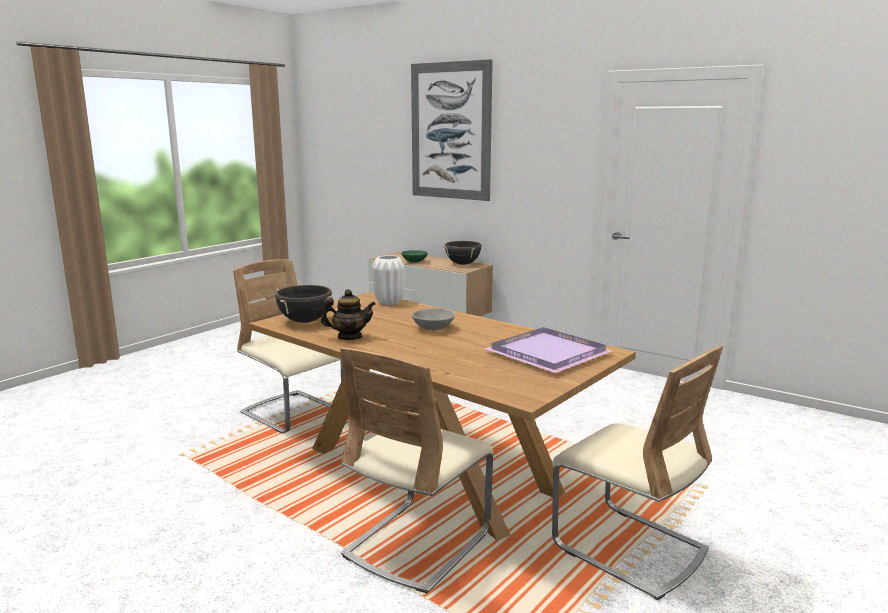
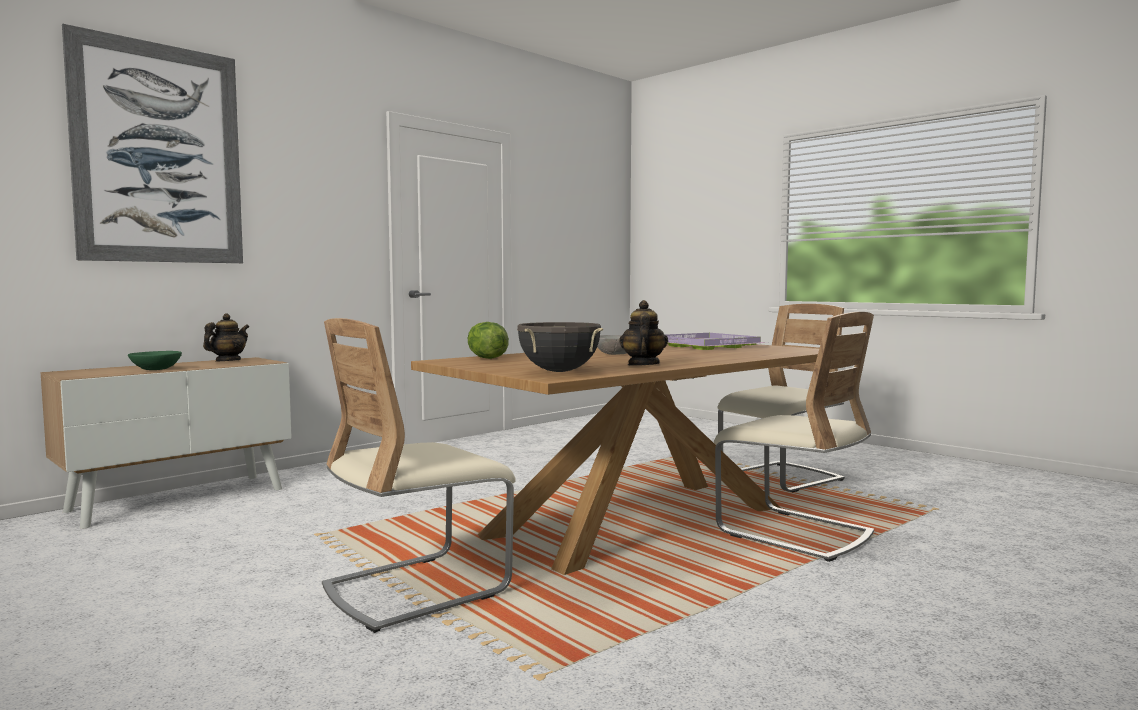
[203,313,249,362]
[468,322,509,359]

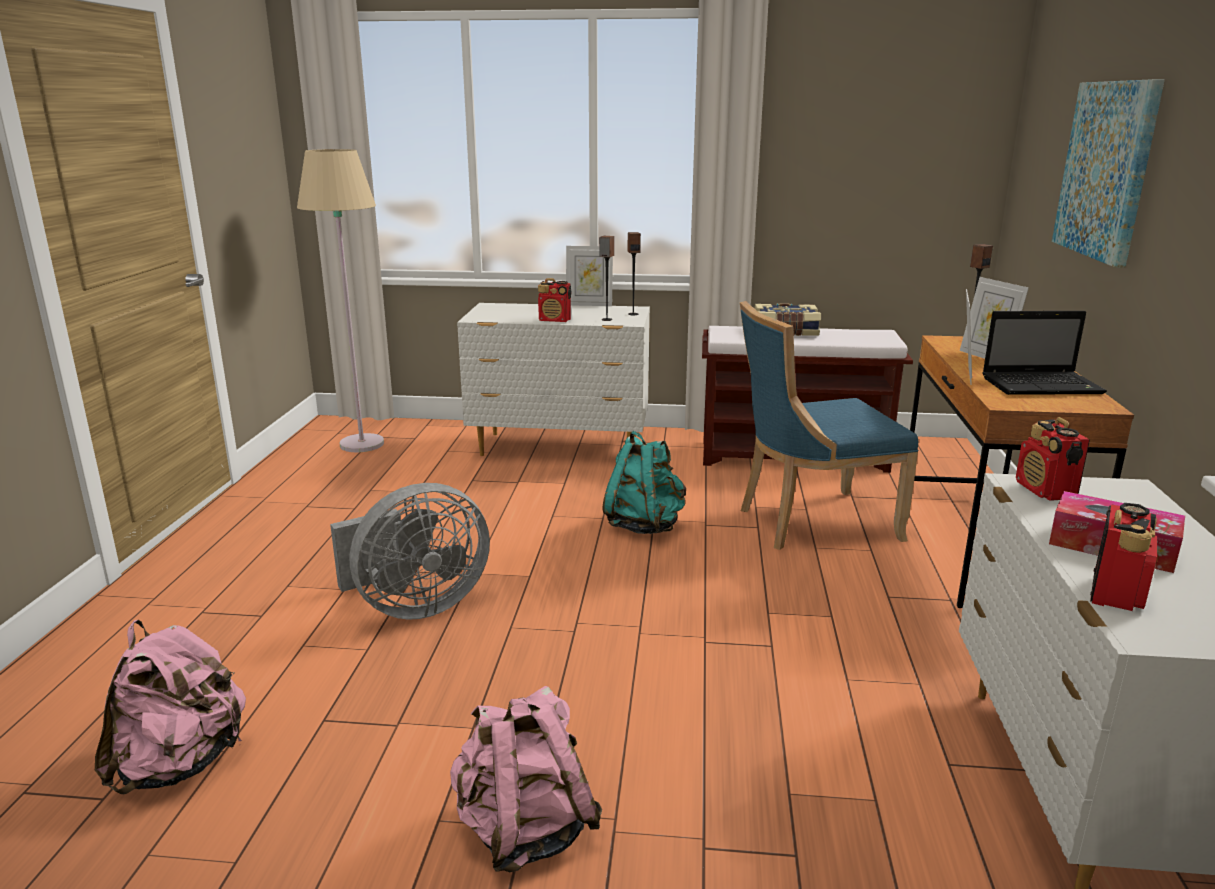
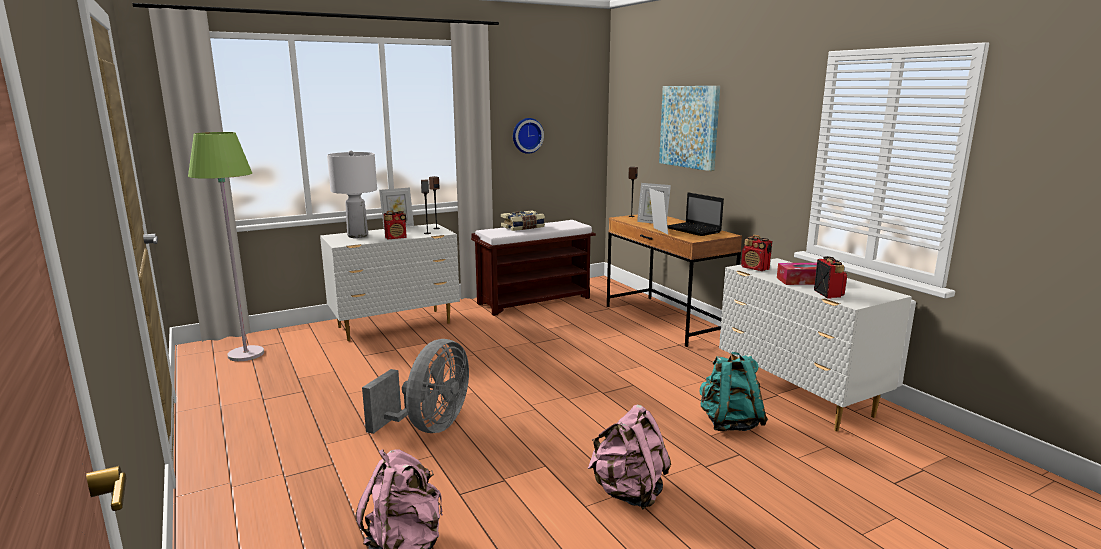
[188,132,264,361]
[327,150,377,238]
[513,118,544,154]
[667,193,724,236]
[700,352,768,431]
[740,301,918,550] (first image)

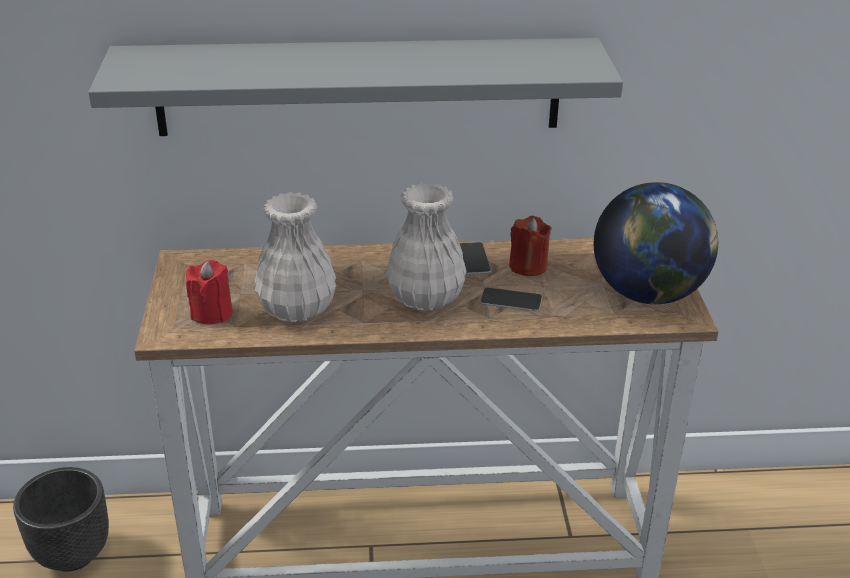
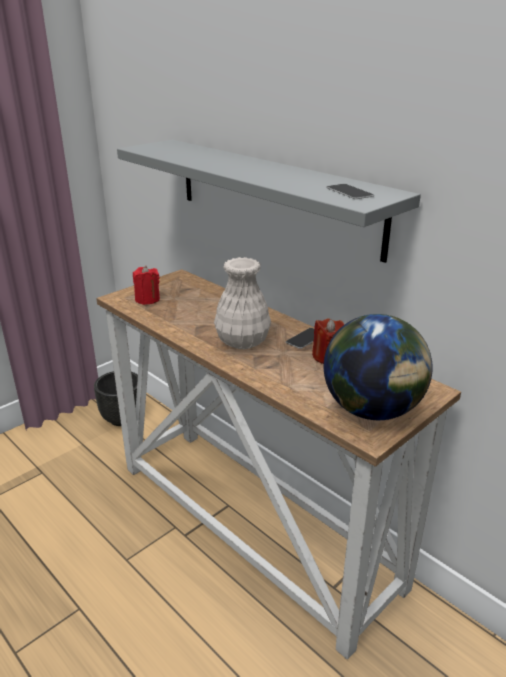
[326,184,374,199]
[254,192,336,322] (first image)

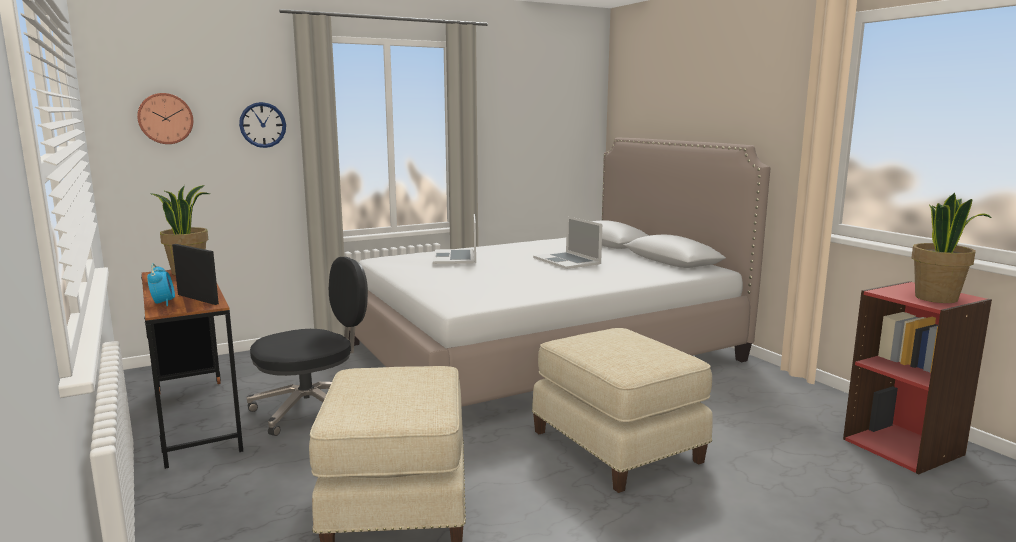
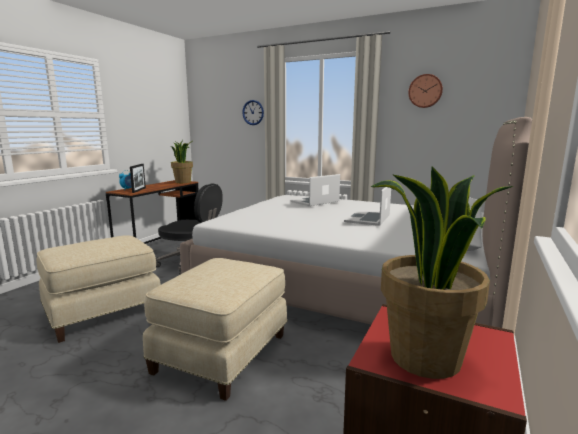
[408,74,443,108]

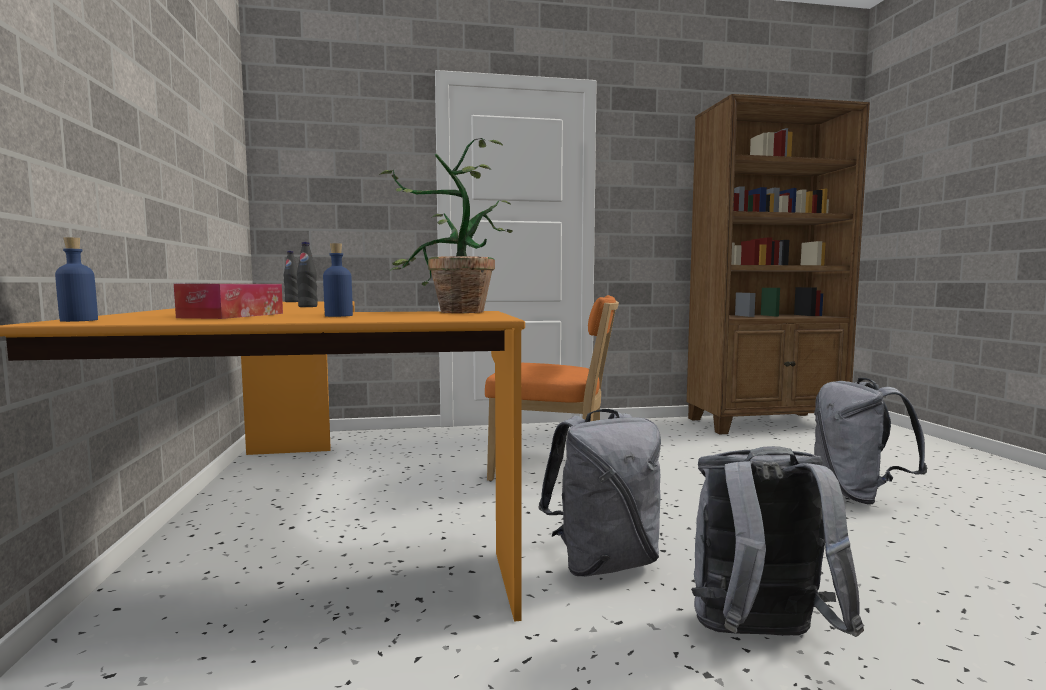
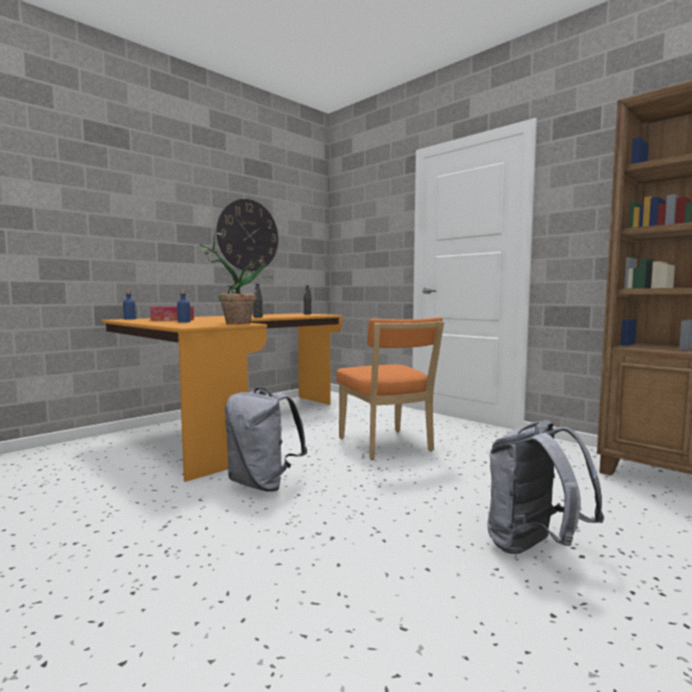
[217,199,278,271]
[691,446,864,637] (first image)

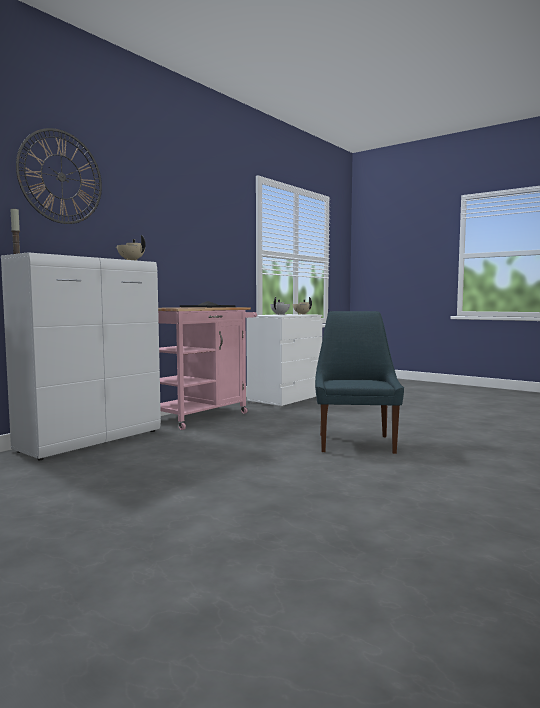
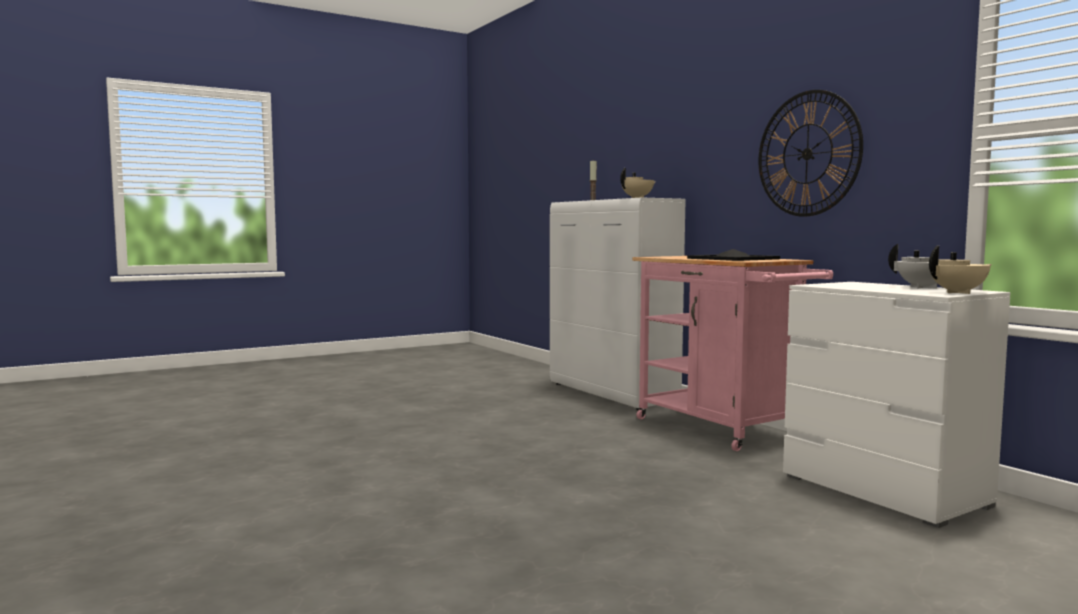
[759,90,863,217]
[315,311,404,454] (first image)

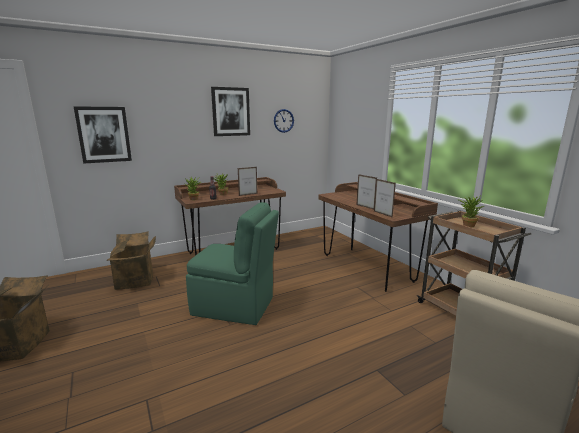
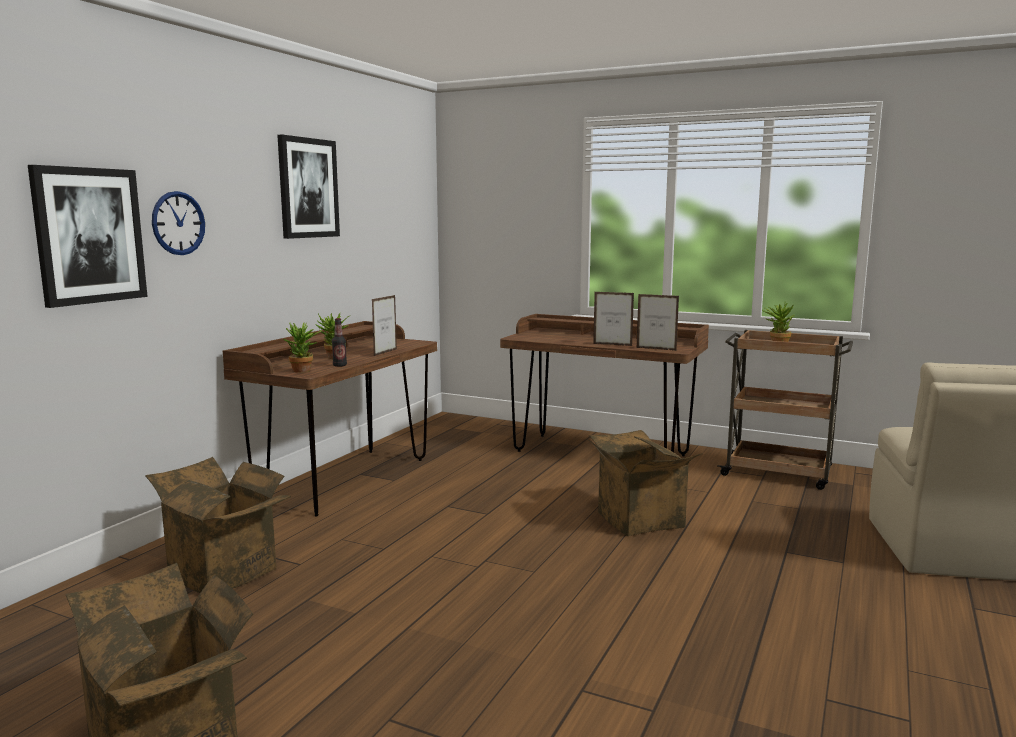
[152,191,205,255]
[587,430,703,536]
[186,202,279,325] (first image)

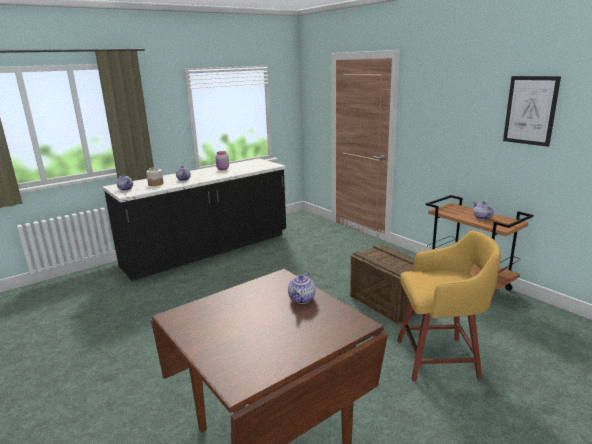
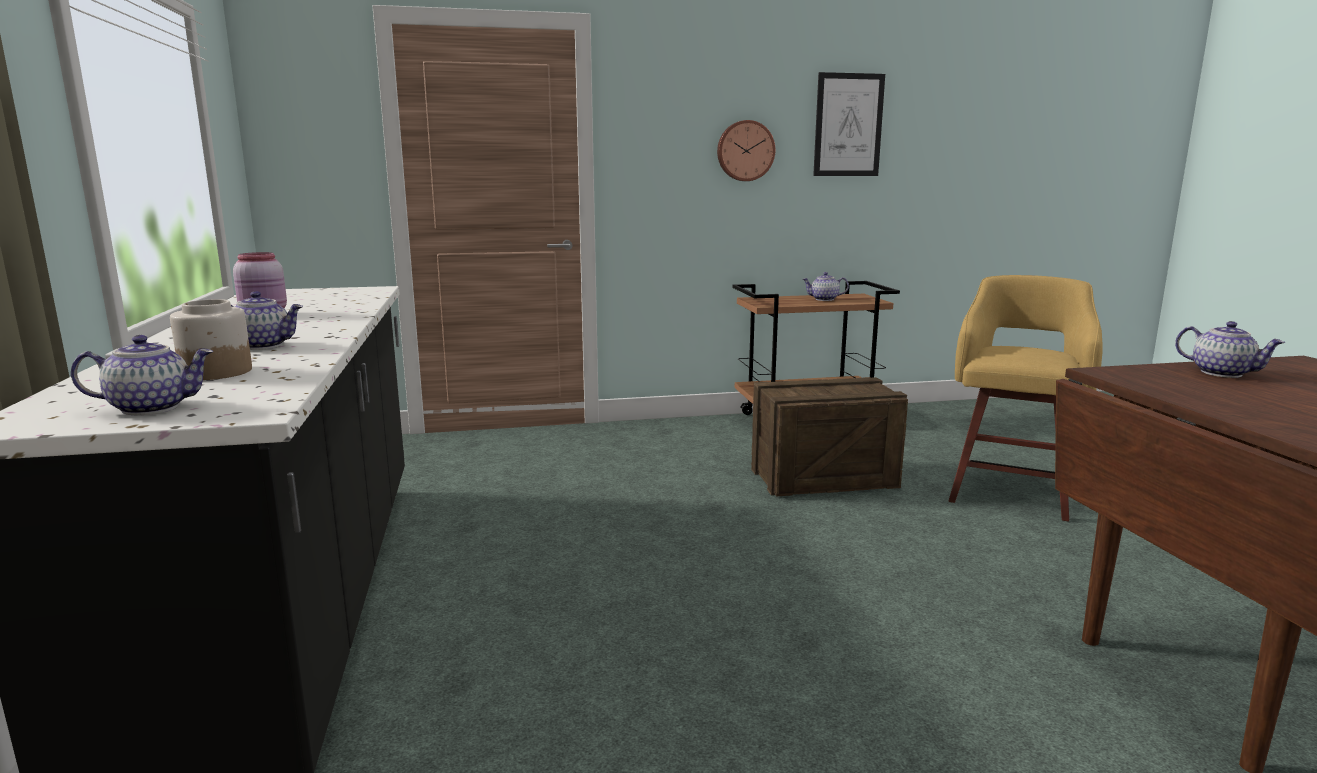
[717,120,775,181]

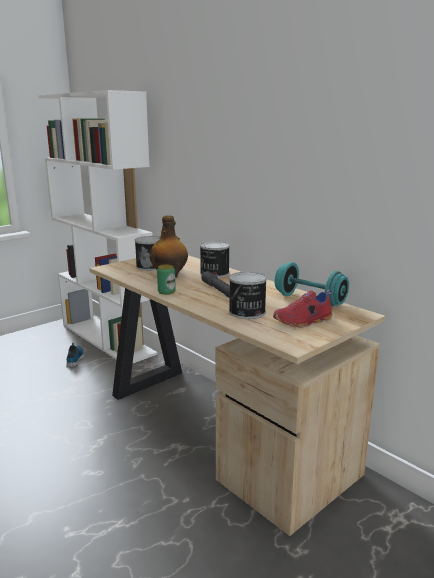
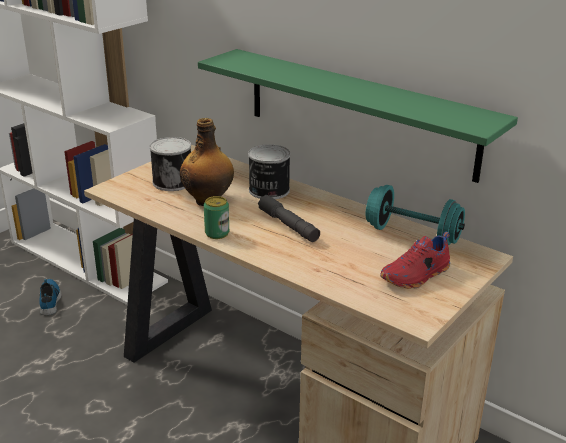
[198,49,518,183]
[229,271,267,319] (first image)

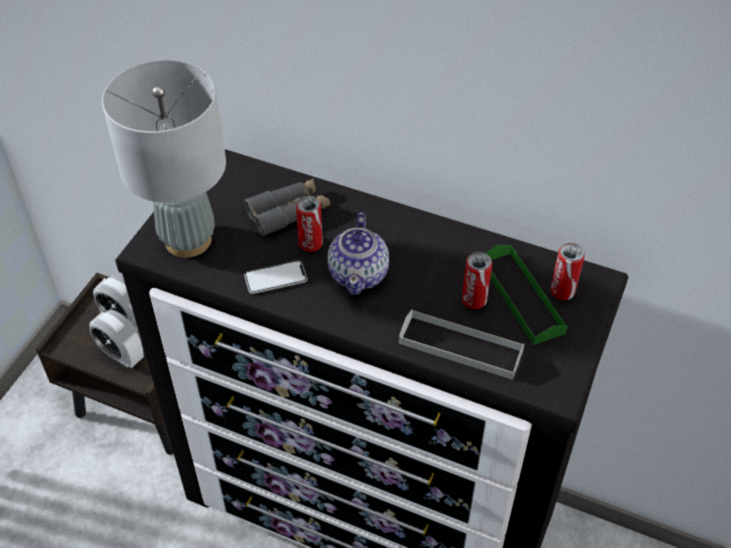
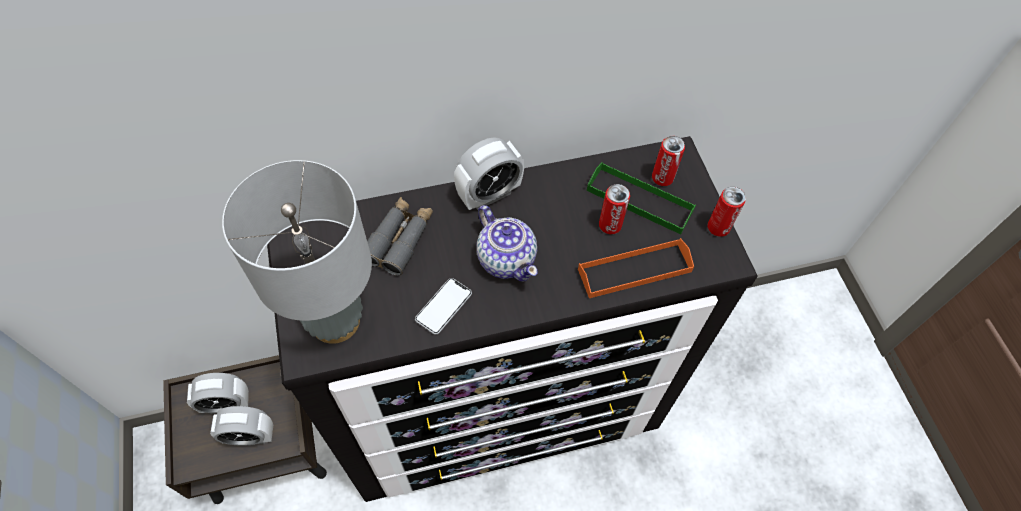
[454,137,525,210]
[578,238,694,298]
[708,187,746,237]

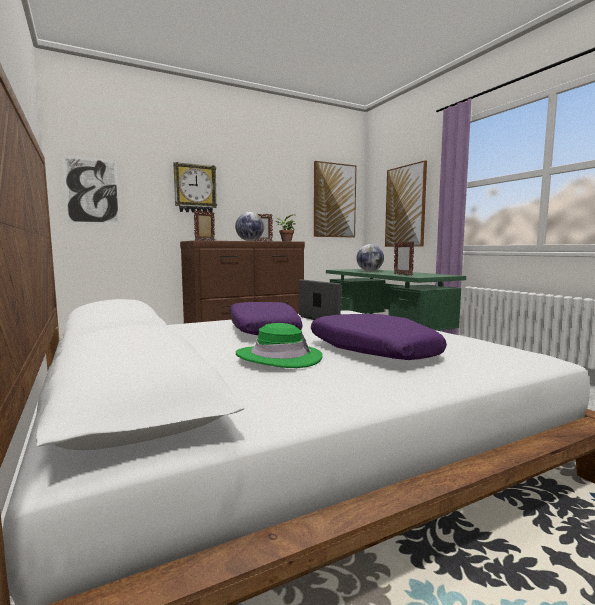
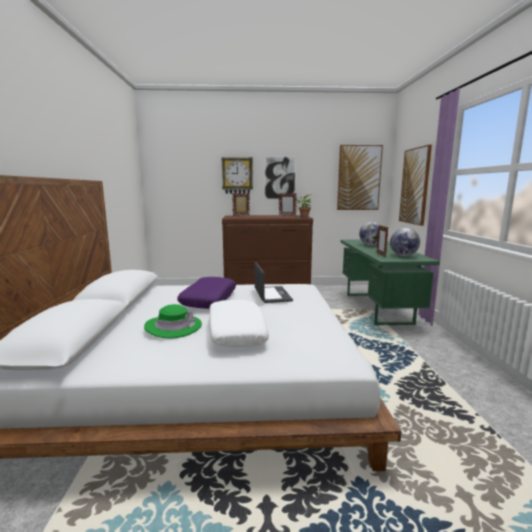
[209,300,269,347]
[264,156,296,199]
[390,228,420,256]

